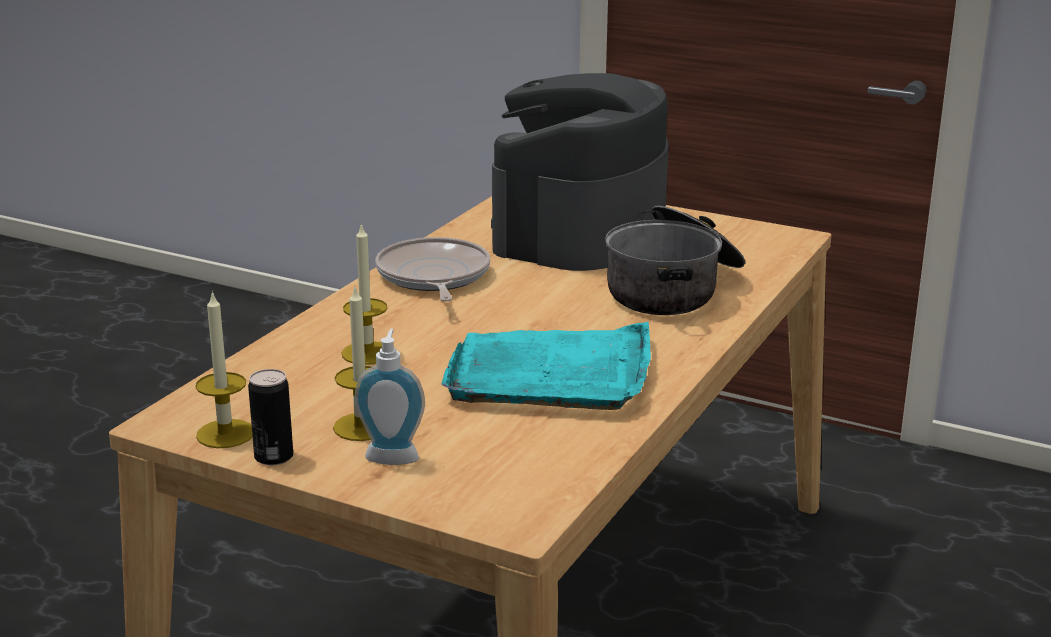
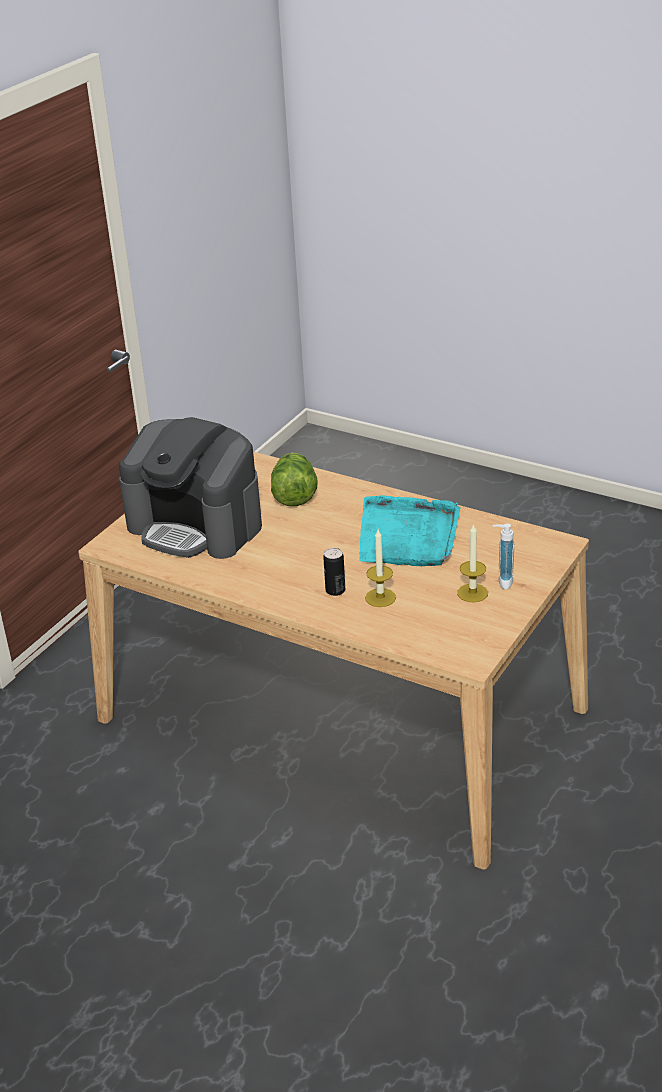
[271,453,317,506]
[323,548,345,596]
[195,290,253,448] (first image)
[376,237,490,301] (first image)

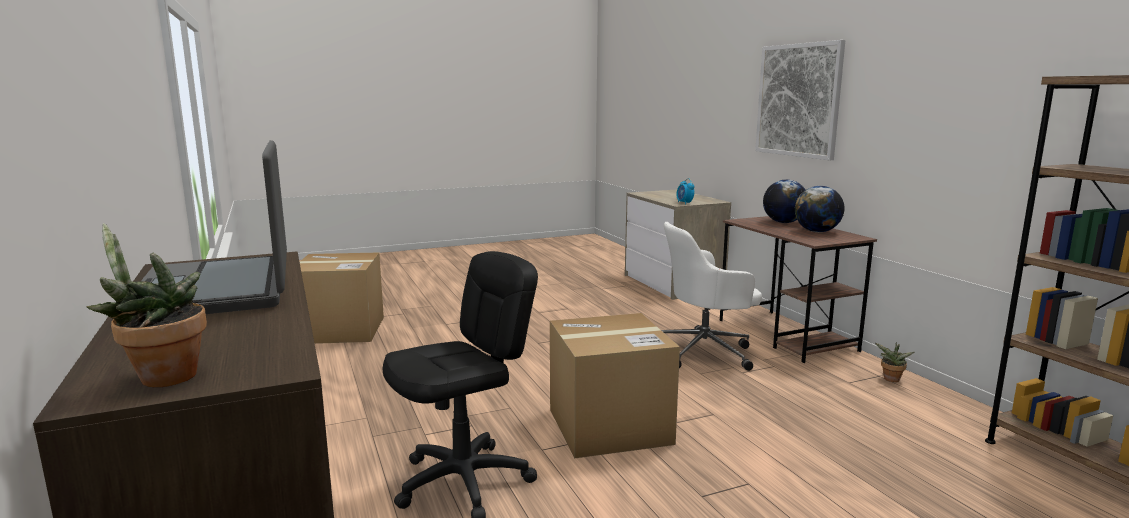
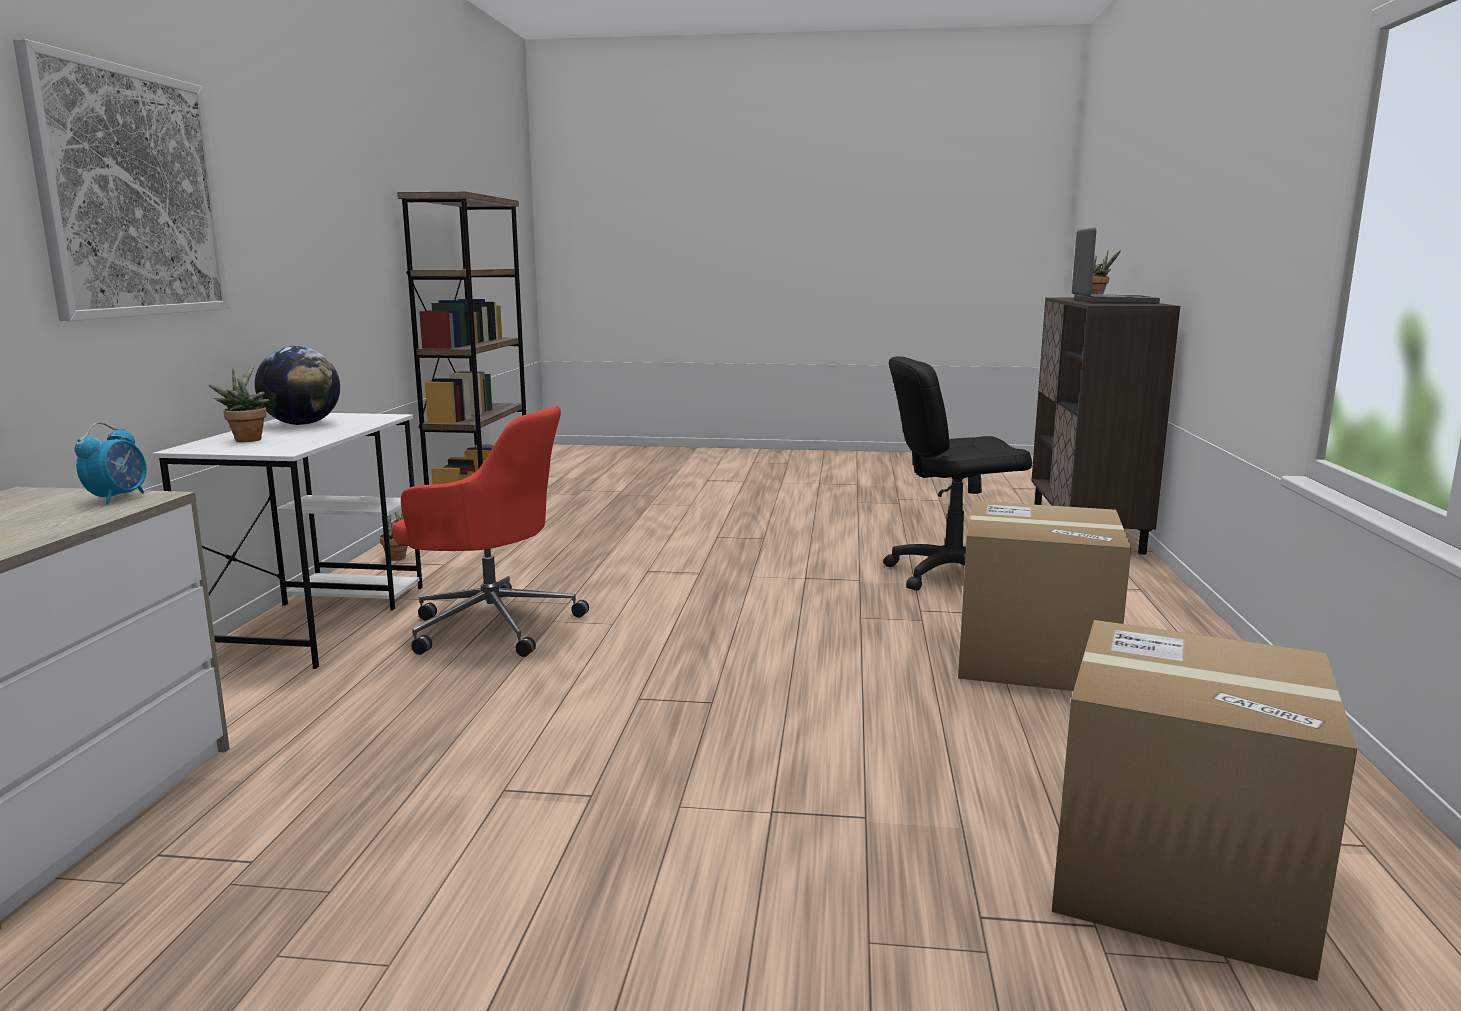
[152,413,423,669]
[209,365,270,442]
[393,406,589,657]
[958,501,1131,691]

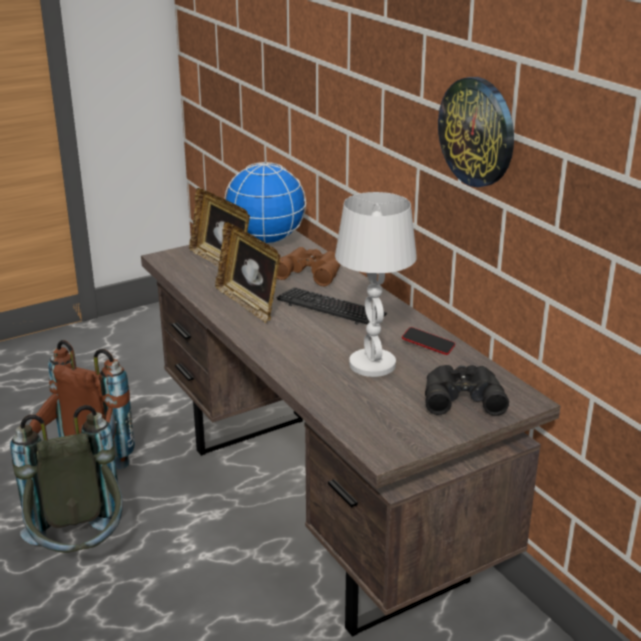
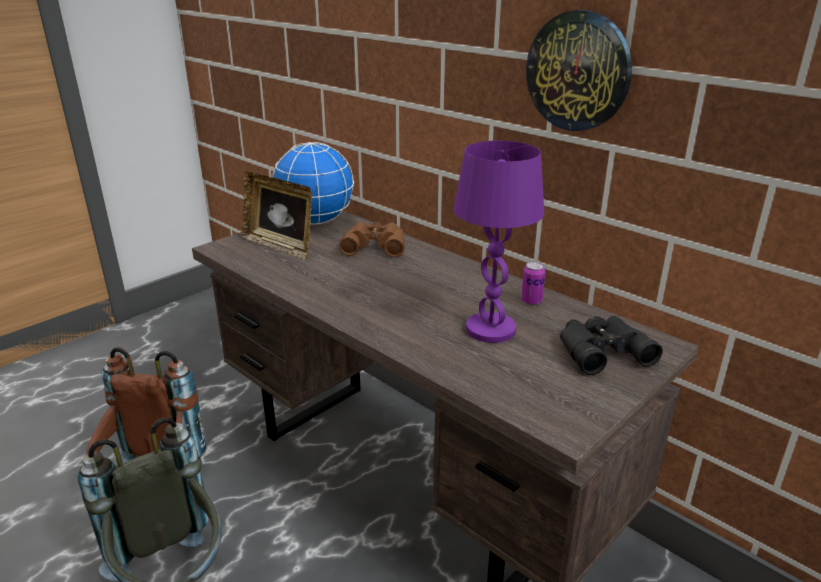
[454,141,544,343]
[521,262,546,305]
[215,222,280,324] (first image)
[277,287,387,325] (first image)

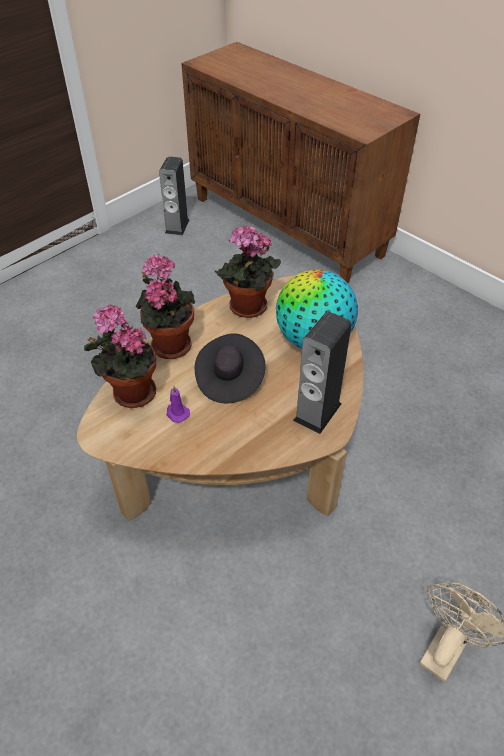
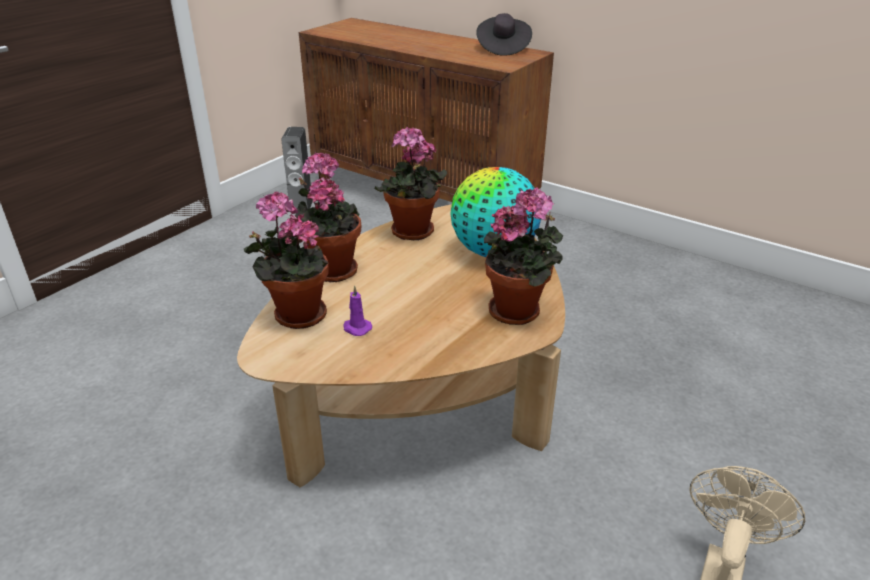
[476,13,532,56]
[484,187,563,325]

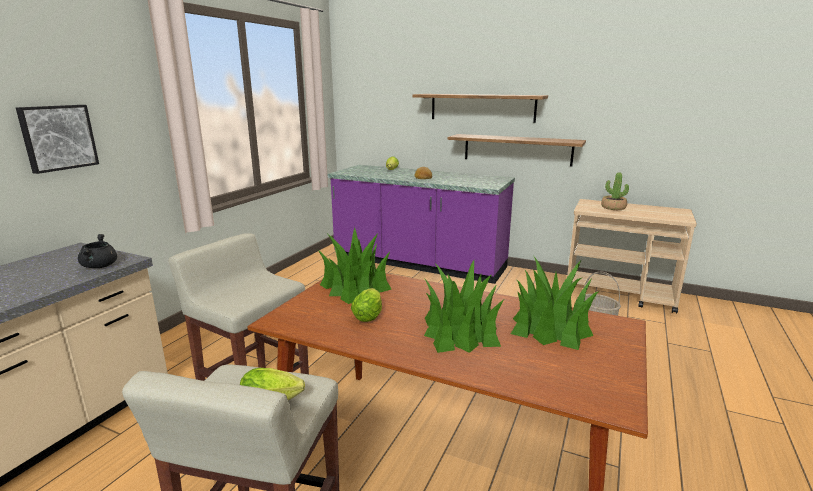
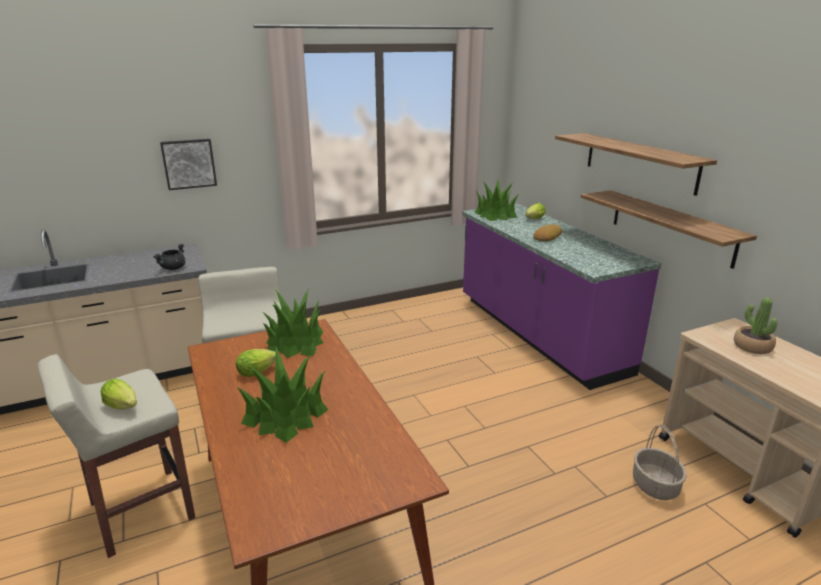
[474,180,519,221]

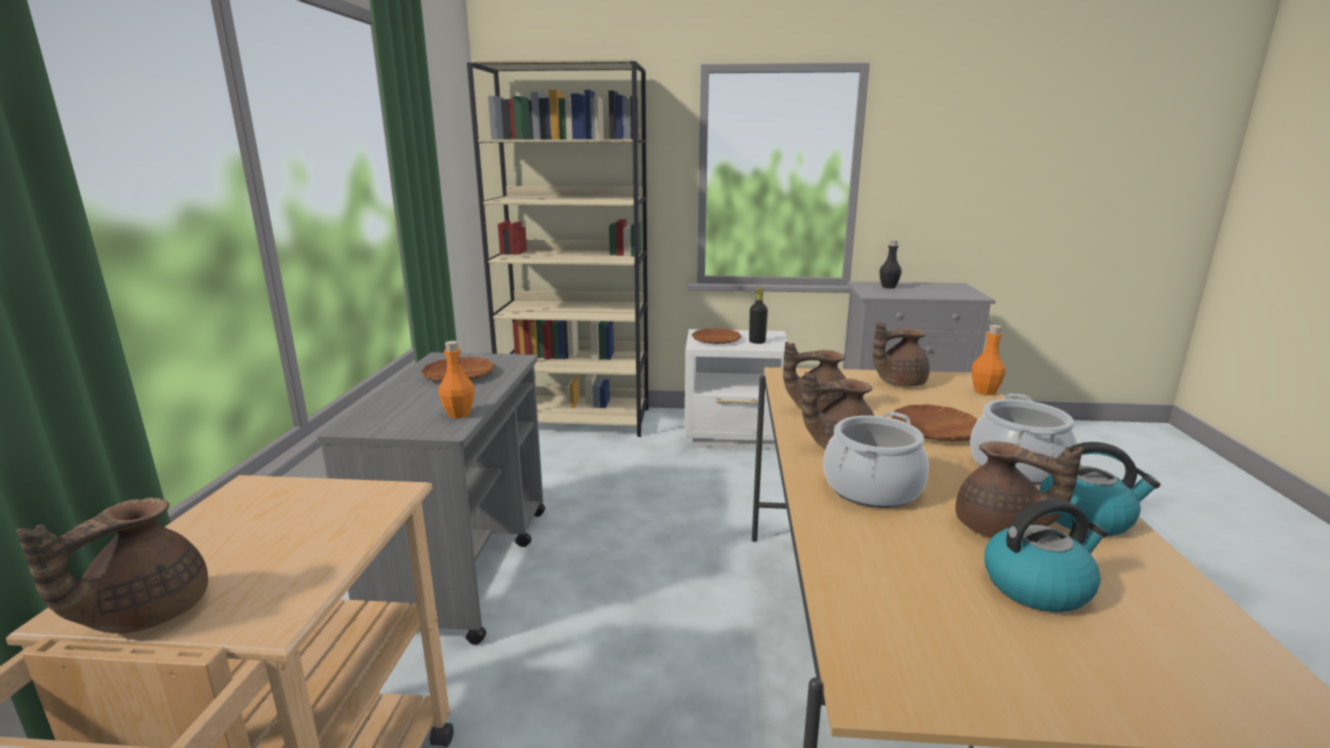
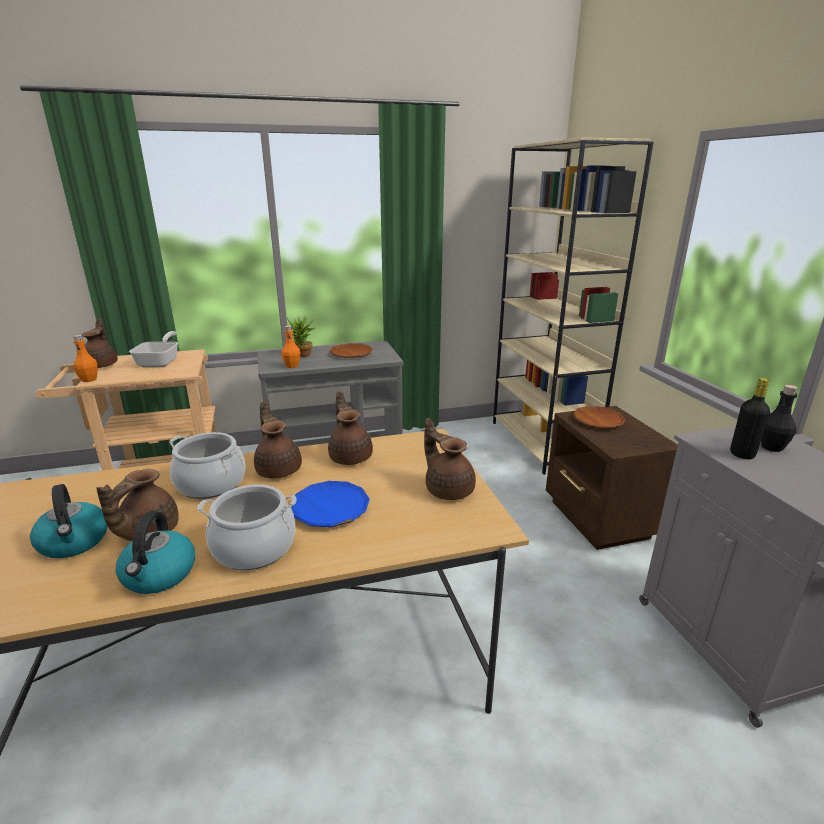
[73,335,98,382]
[82,318,118,368]
[129,331,178,367]
[287,316,315,357]
[290,481,370,527]
[546,406,678,550]
[730,378,770,459]

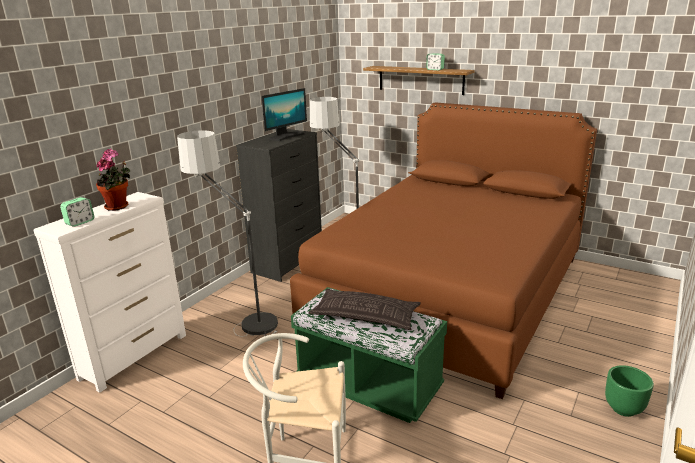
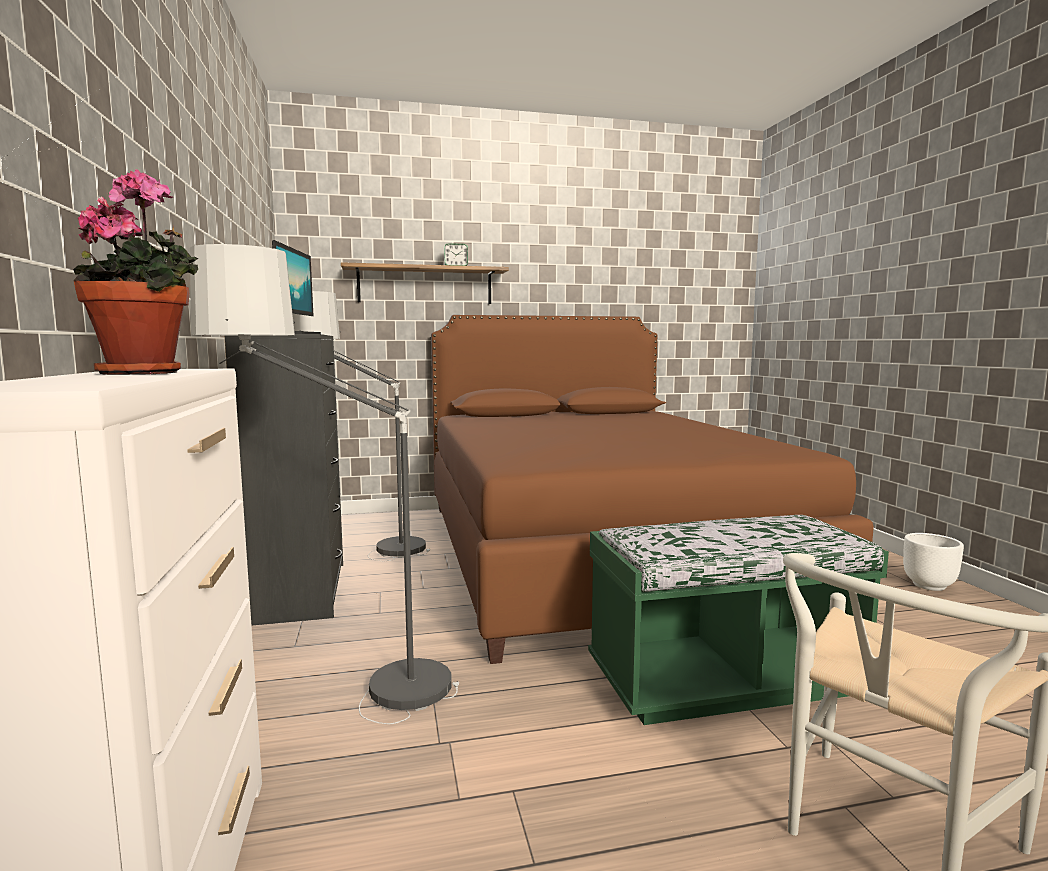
[903,533,964,591]
[60,197,94,227] (first image)
[308,289,421,330] (first image)

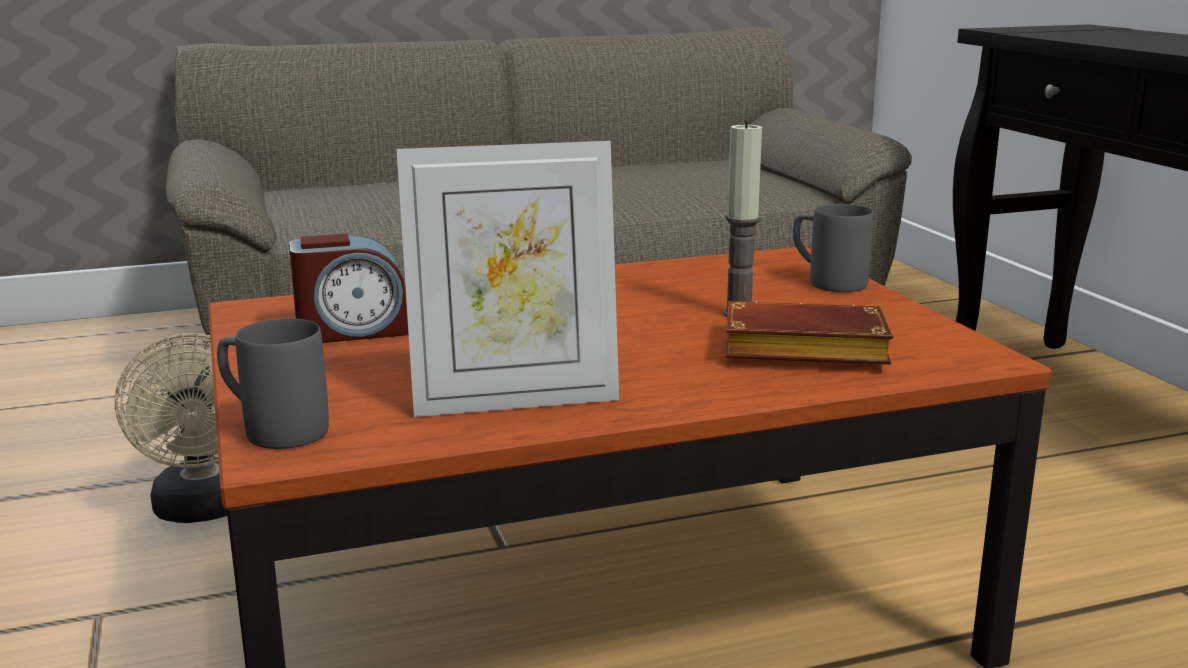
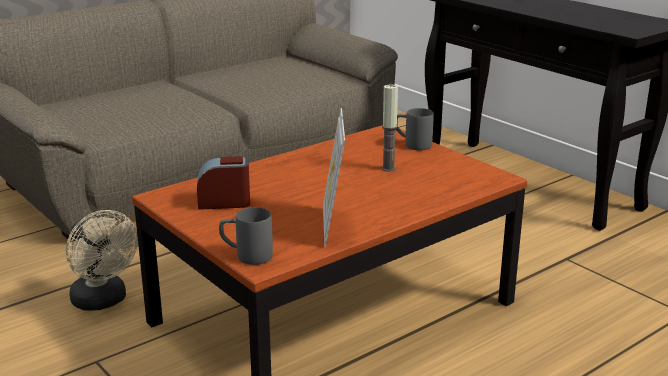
[197,156,250,210]
[323,108,345,247]
[725,301,893,365] (first image)

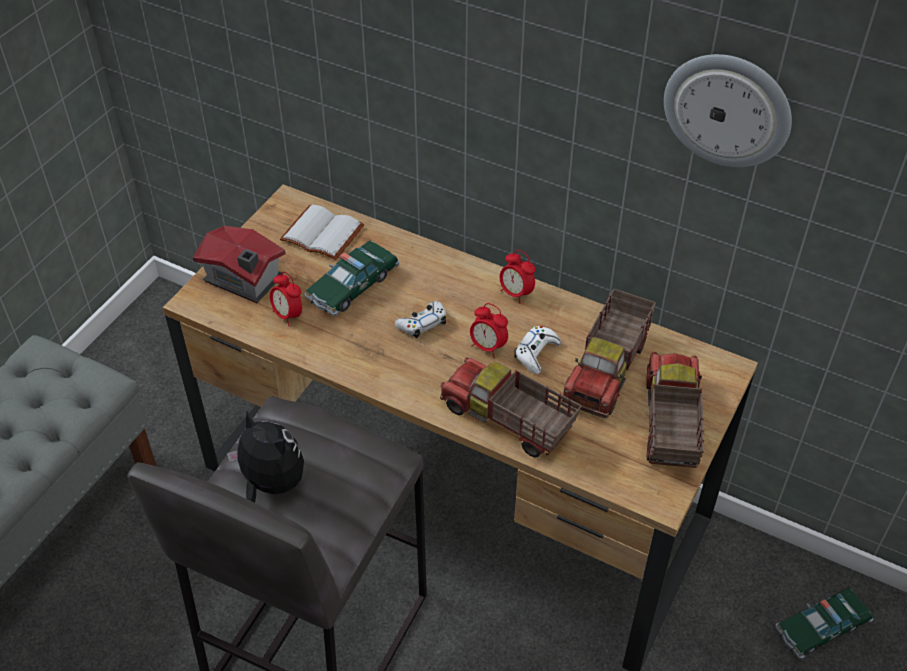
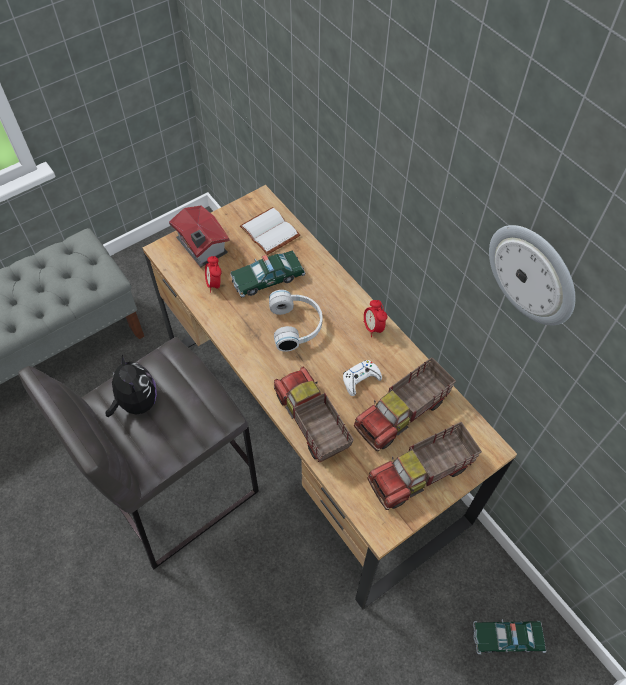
[269,290,323,352]
[368,422,482,510]
[470,303,508,358] (first image)

